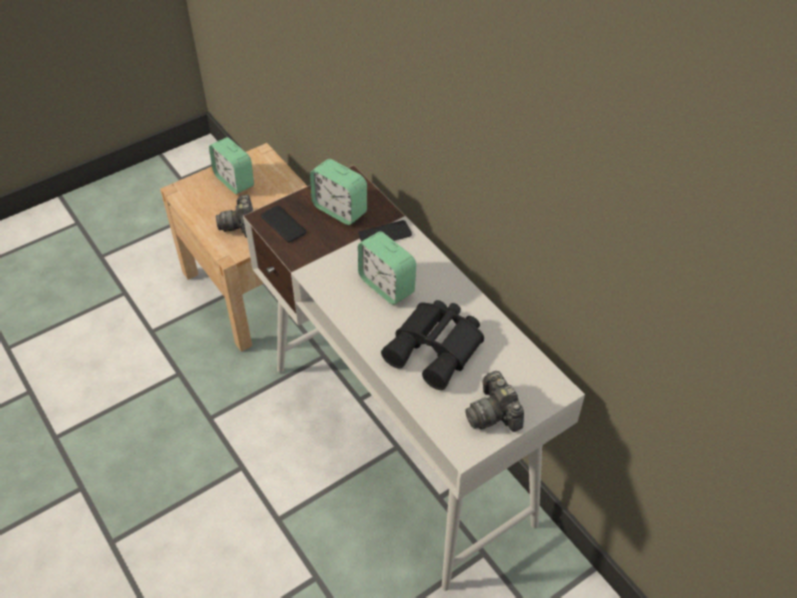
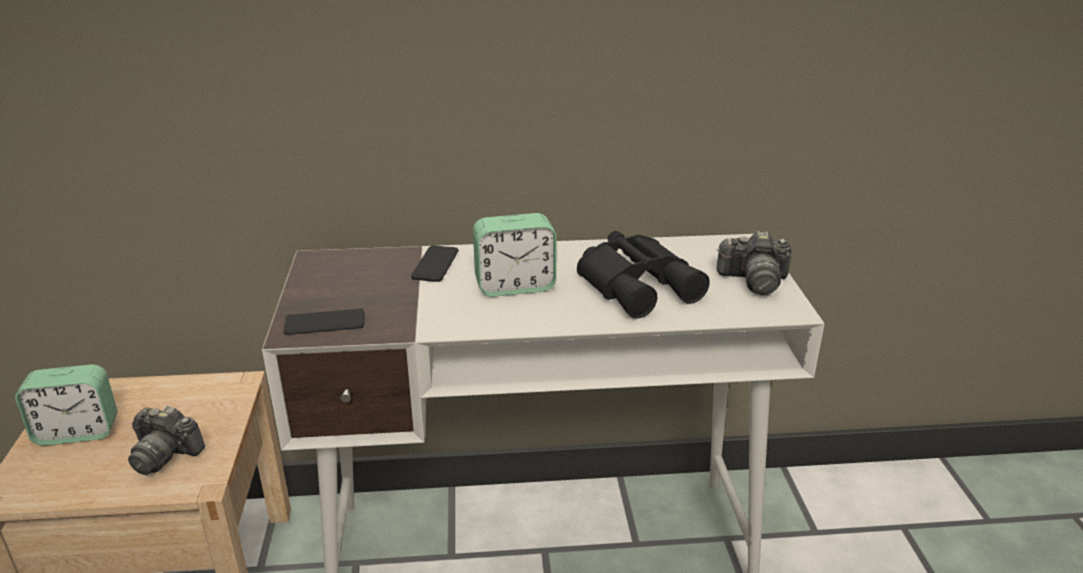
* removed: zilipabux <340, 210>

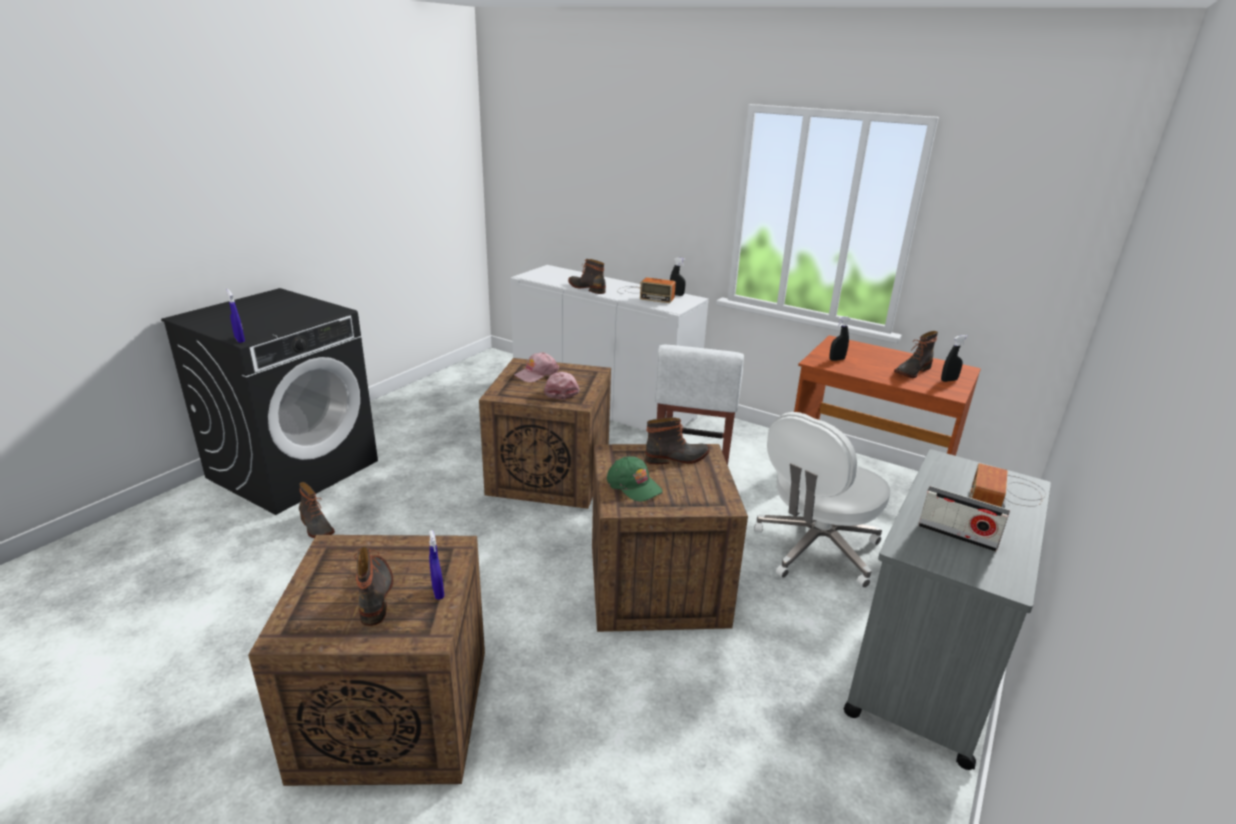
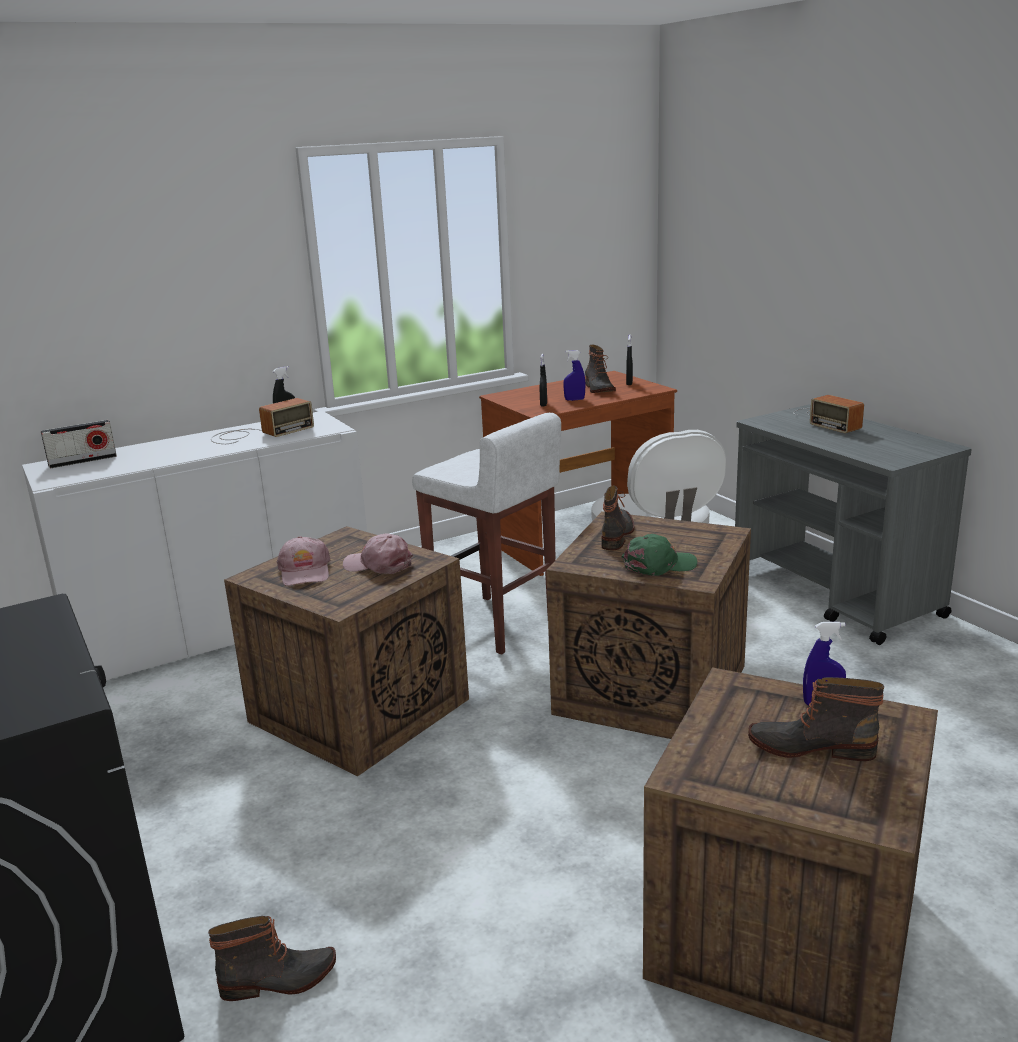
* removed: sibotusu <587, 288>
* moved: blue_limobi <240, 340> to <574, 399>
* moved: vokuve <957, 535> to <83, 461>

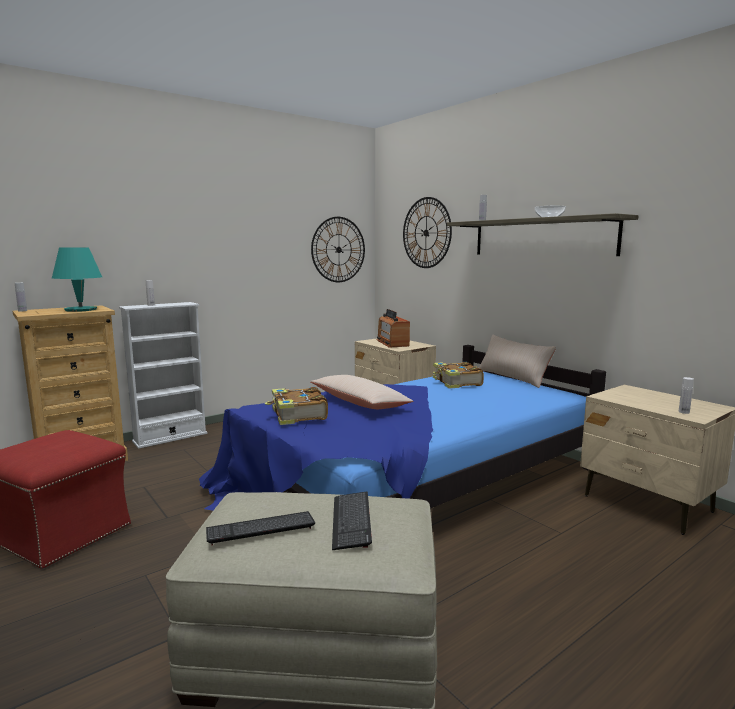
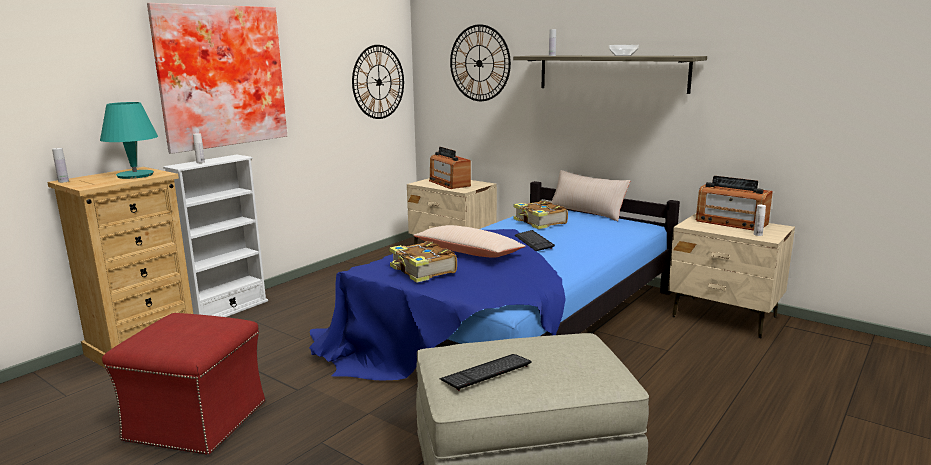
* added: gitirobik <220, 76>
* added: vokuve <731, 222>
* moved: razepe <351, 521> to <534, 242>

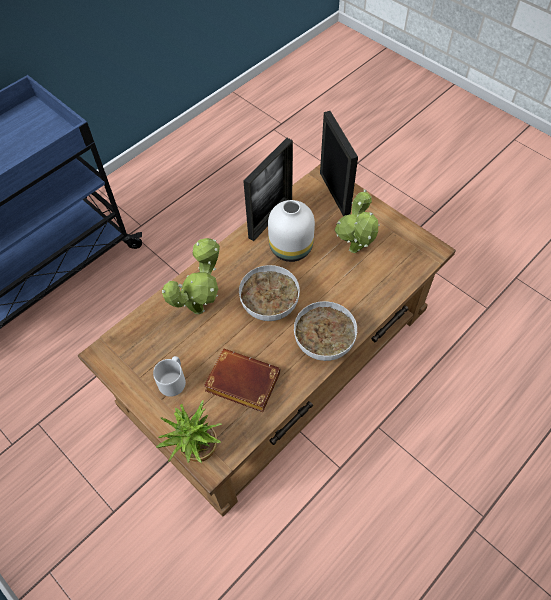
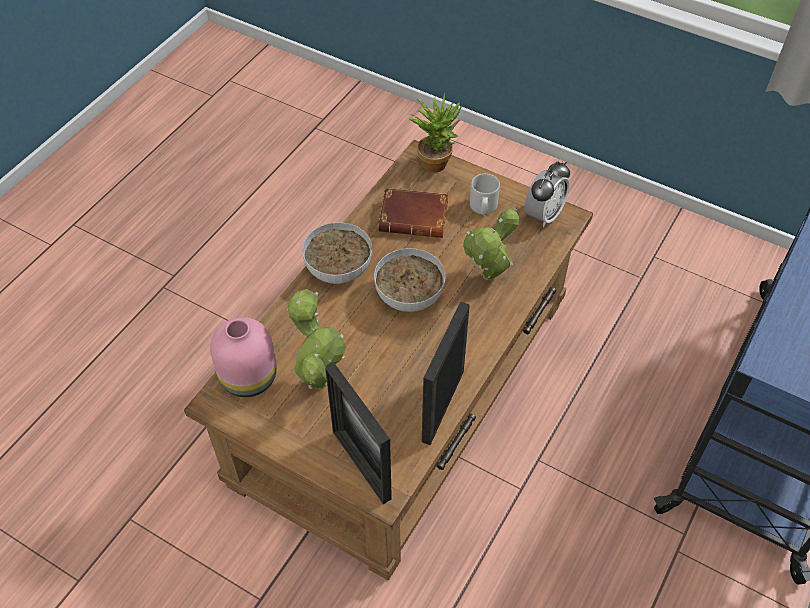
* removed: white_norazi <289, 248>
* added: pink_norazi <247, 378>
* added: zilipabux <544, 215>

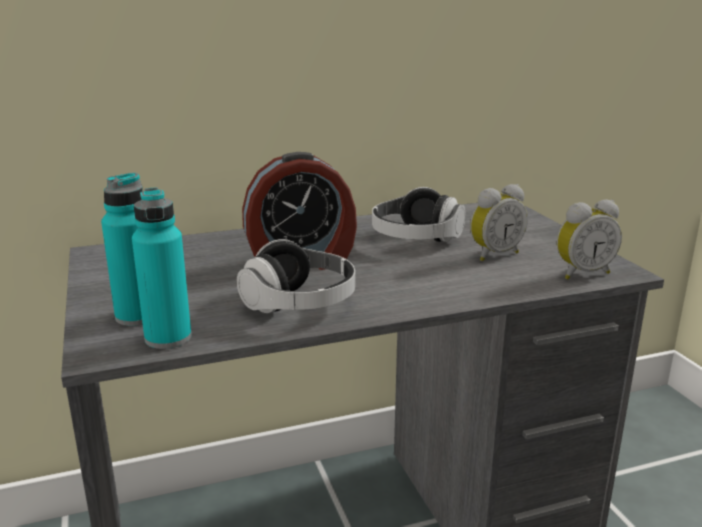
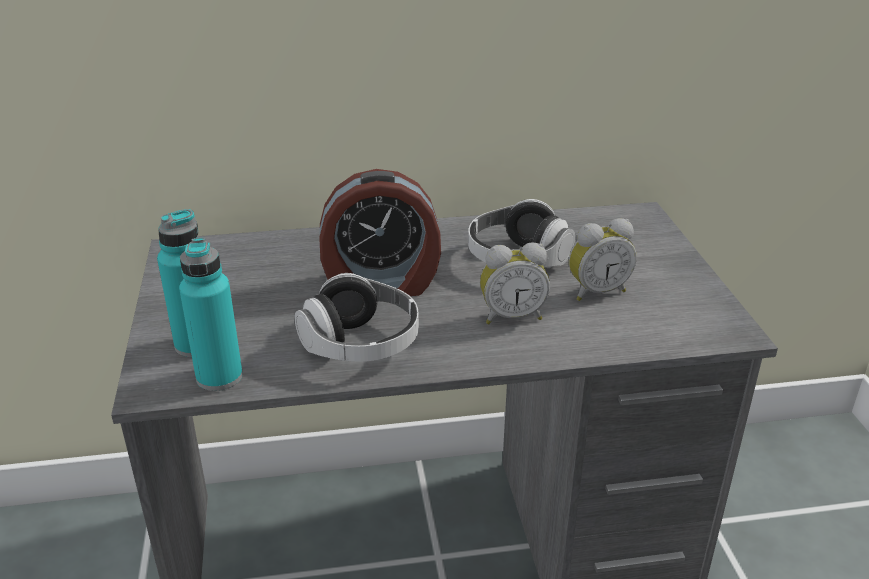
* moved: zilipabux <581, 273> to <511, 316>

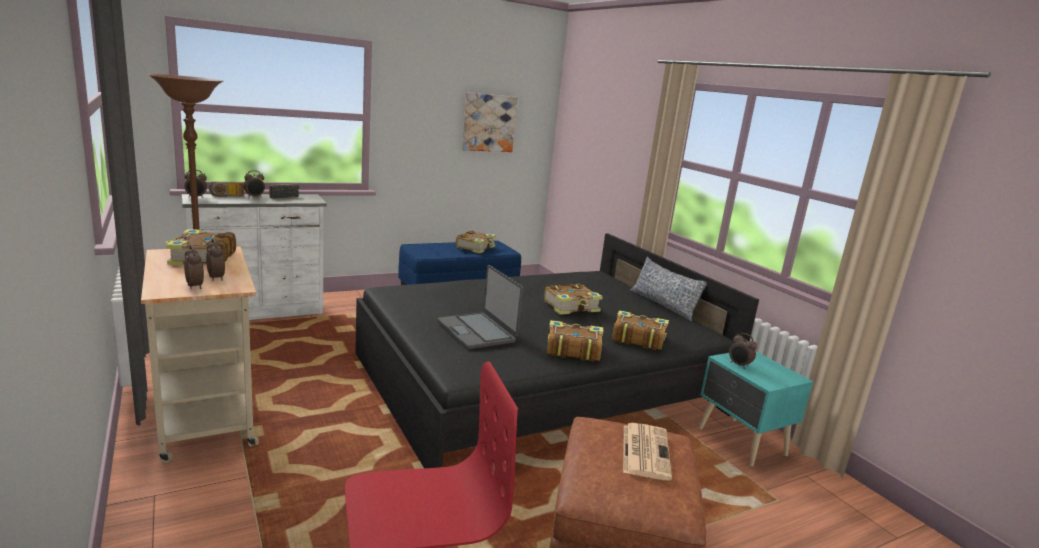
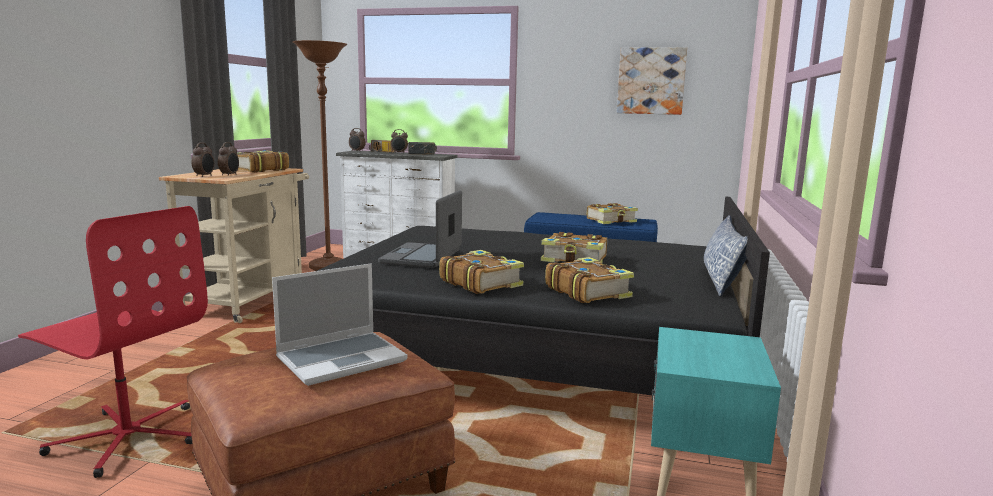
* removed: zilipabux <739, 365>
* replaced: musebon <645, 451> to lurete <342, 359>

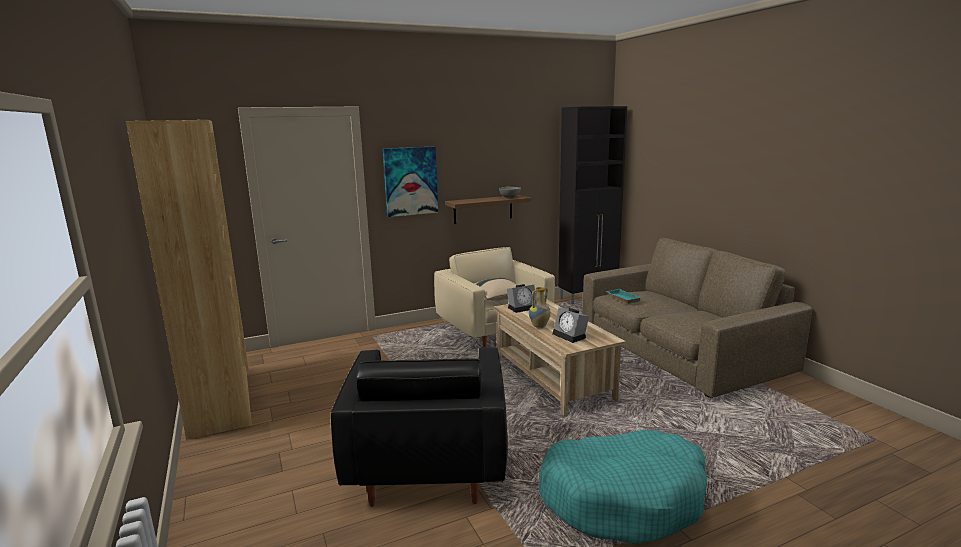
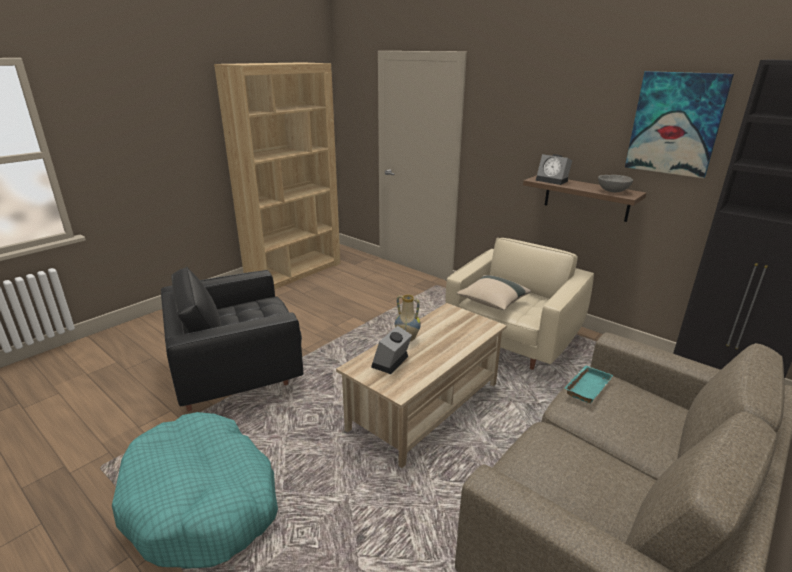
* moved: gitirobik <410, 181> to <675, 124>
* moved: zilipabux <522, 307> to <553, 181>

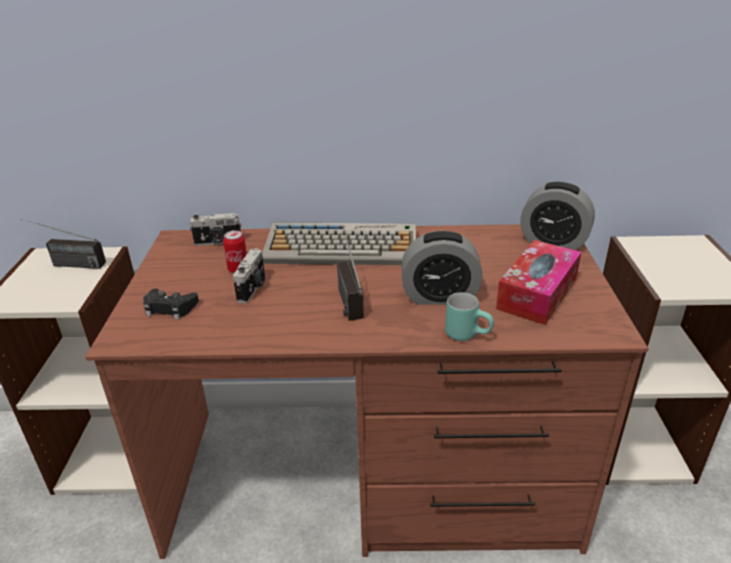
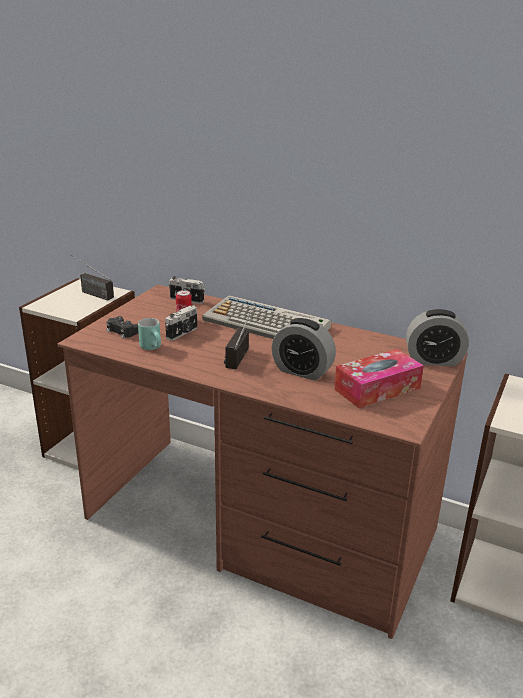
* moved: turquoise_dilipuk <468, 334> to <153, 348>
* turned: zilipabux <553, 241> = <433, 360> 45 degrees counterclockwise

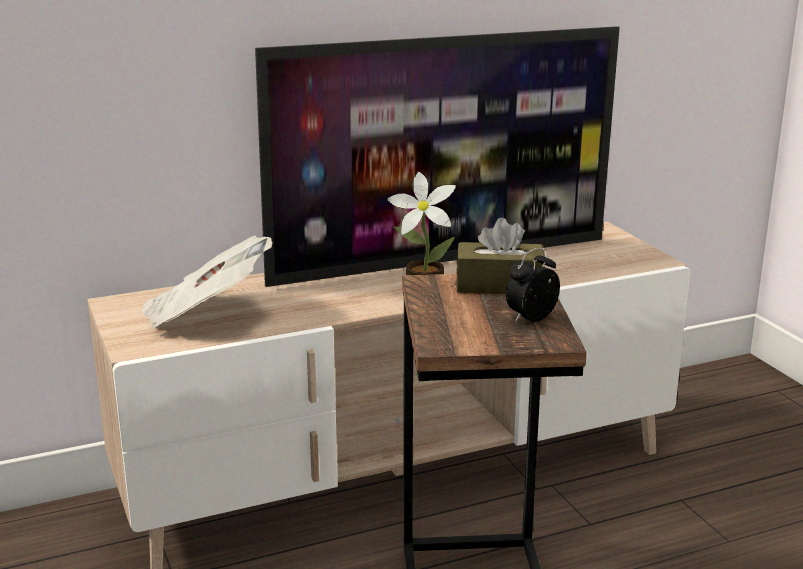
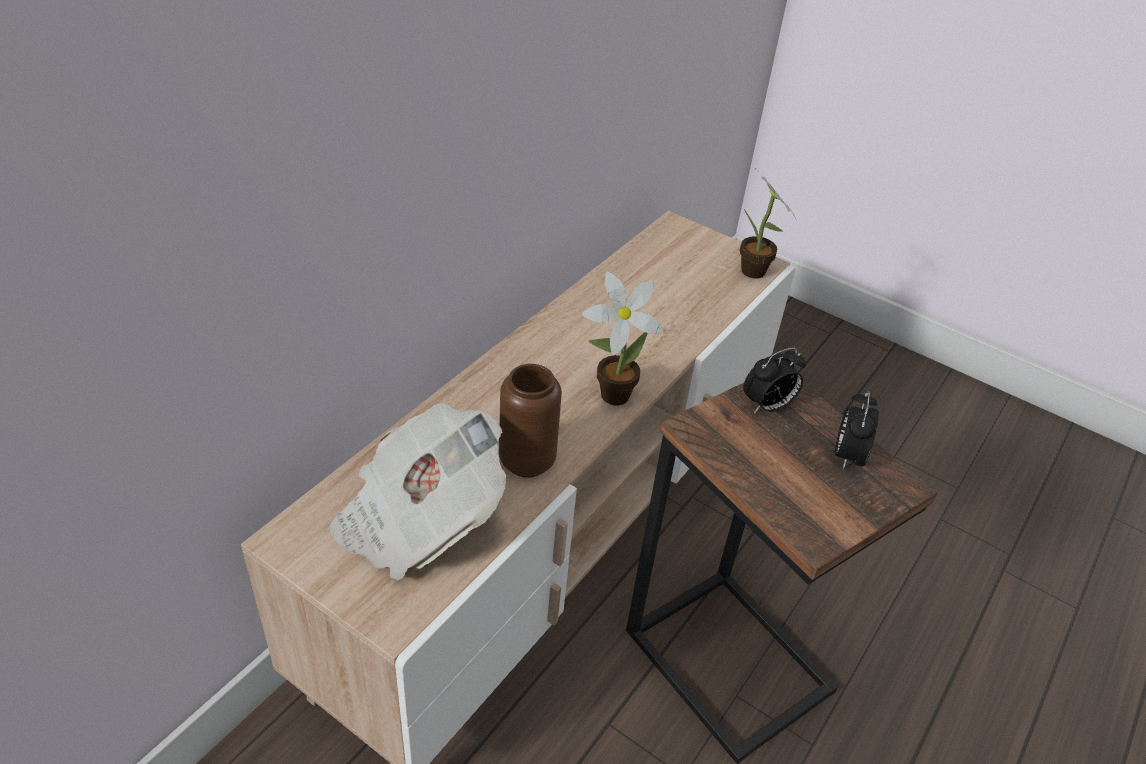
* removed: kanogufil <441, 260>
* added: brown_norazi <527, 461>
* added: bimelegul <753, 274>
* replaced: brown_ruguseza <499, 285> to zilipabux <767, 406>

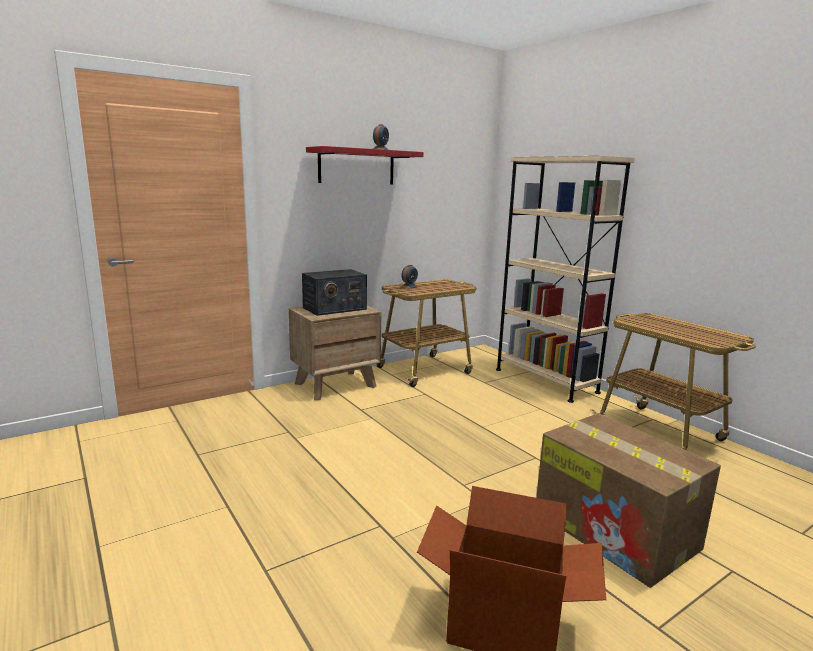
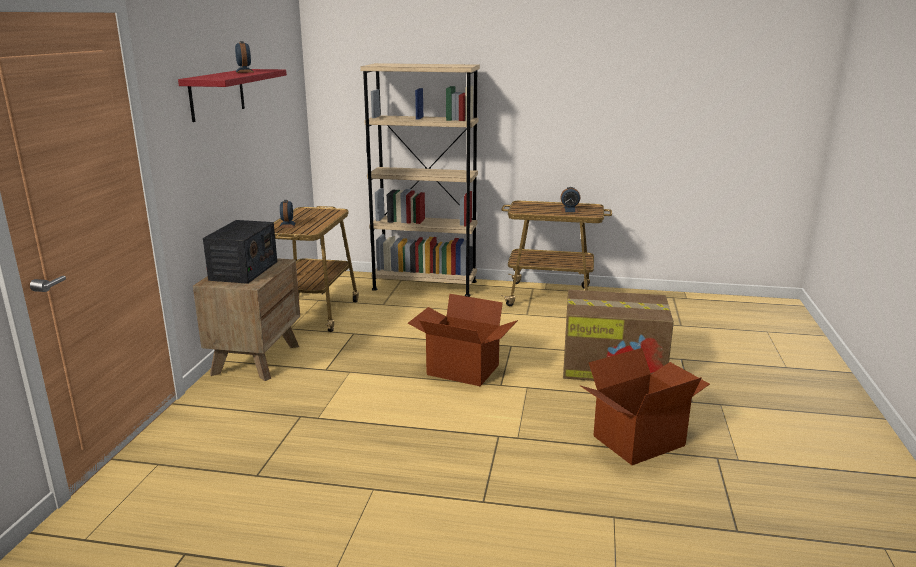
* added: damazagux <462, 370>
* added: zilipabux <569, 210>

